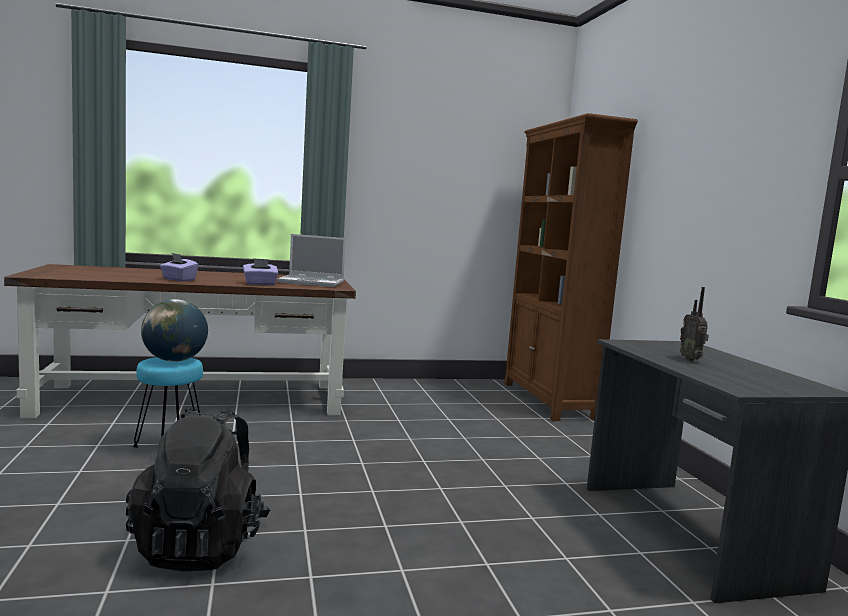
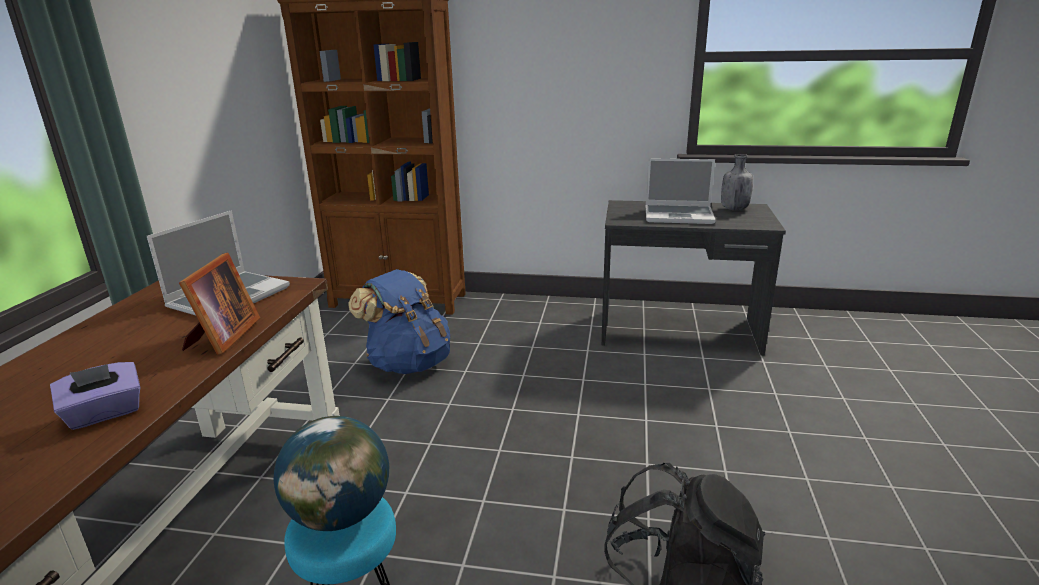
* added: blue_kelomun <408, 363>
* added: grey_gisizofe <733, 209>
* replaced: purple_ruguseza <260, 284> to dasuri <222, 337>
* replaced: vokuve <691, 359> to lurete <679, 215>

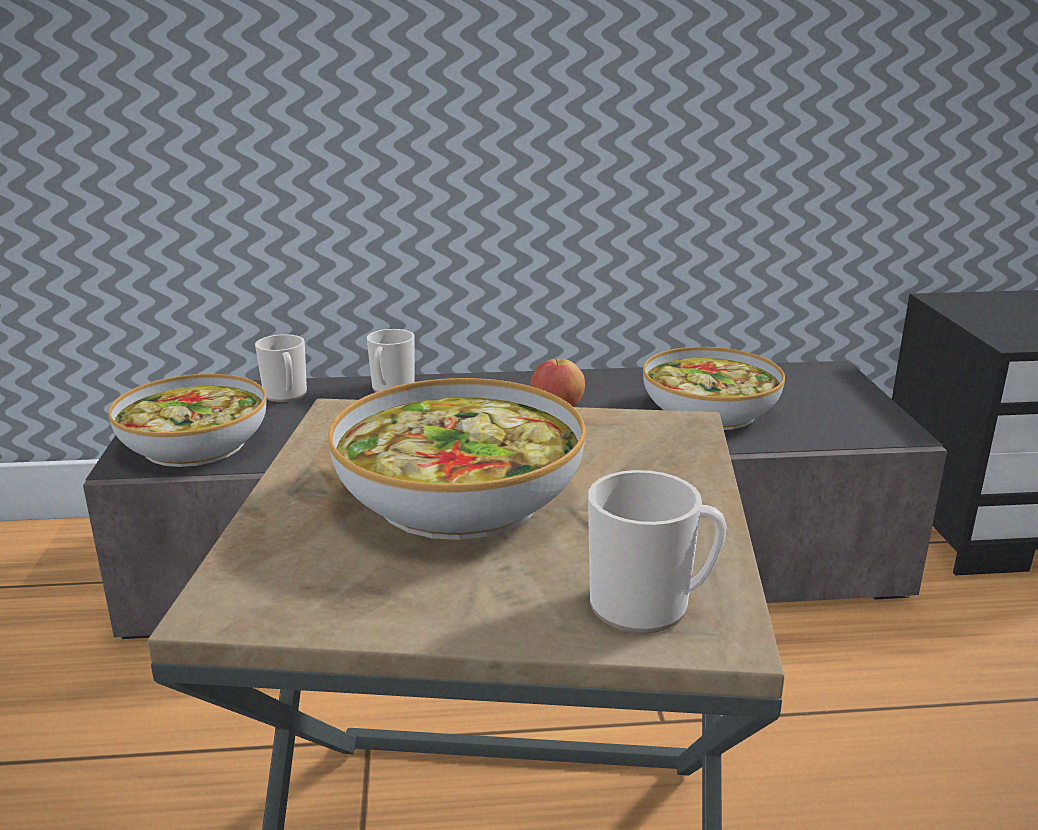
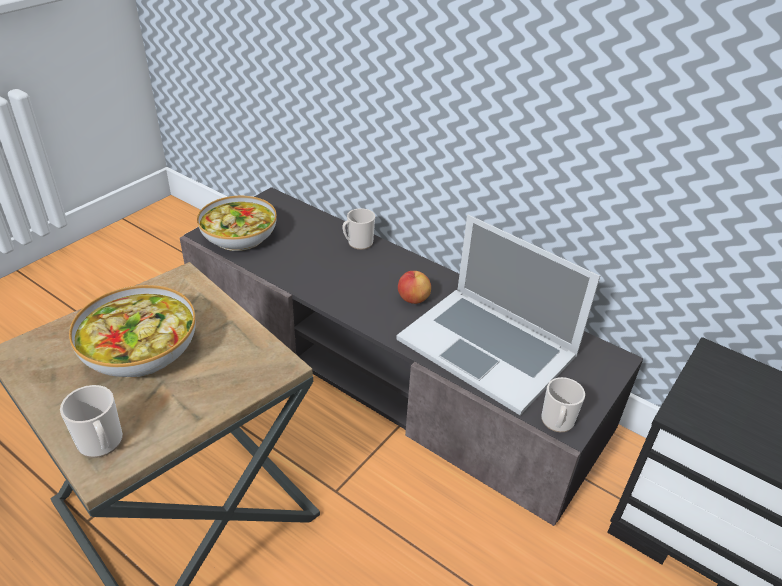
* moved: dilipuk <286, 395> to <557, 423>
* replaced: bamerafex <710, 411> to lurete <487, 346>

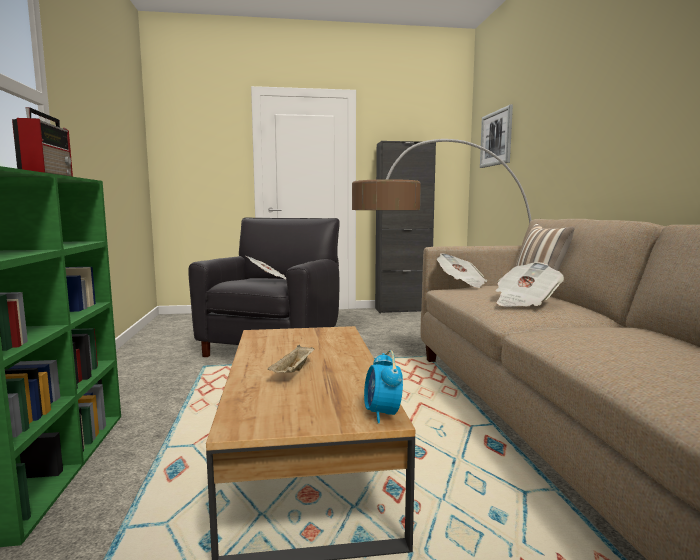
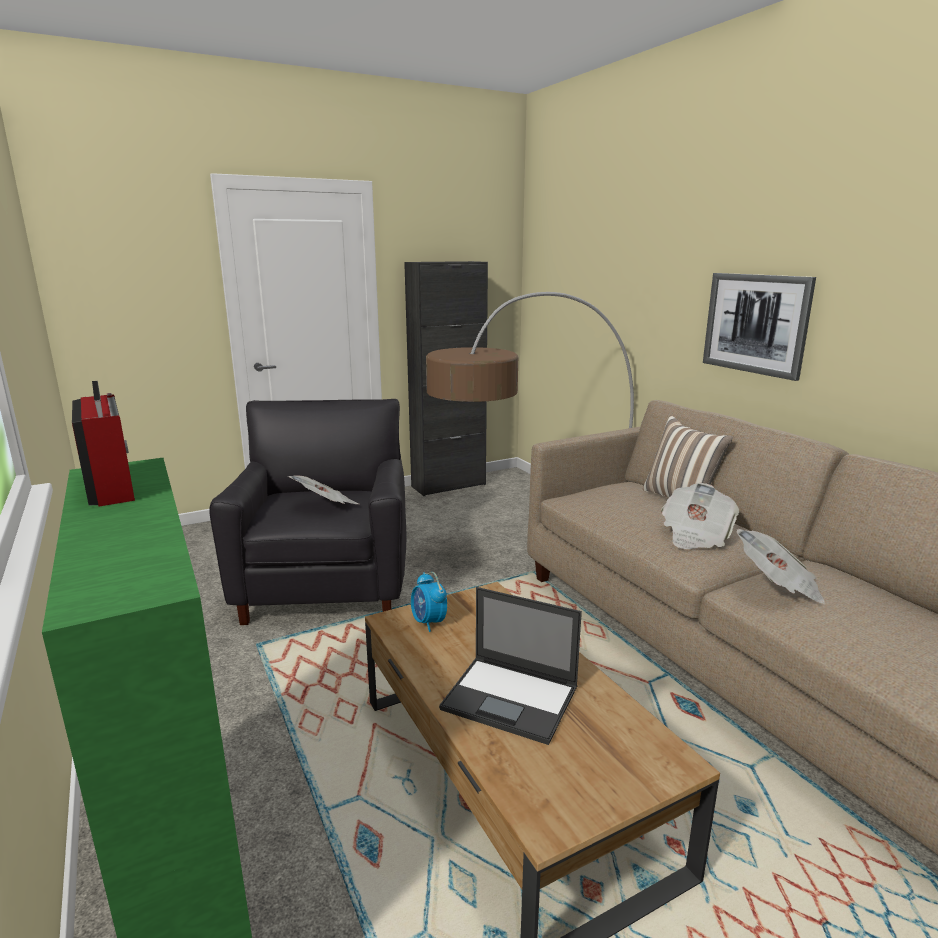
* moved: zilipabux <382, 414> to <428, 622>
* moved: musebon <461, 284> to <777, 586>
* moved: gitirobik <496, 138> to <755, 323>
* replaced: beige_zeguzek <293, 372> to lurete <511, 698>

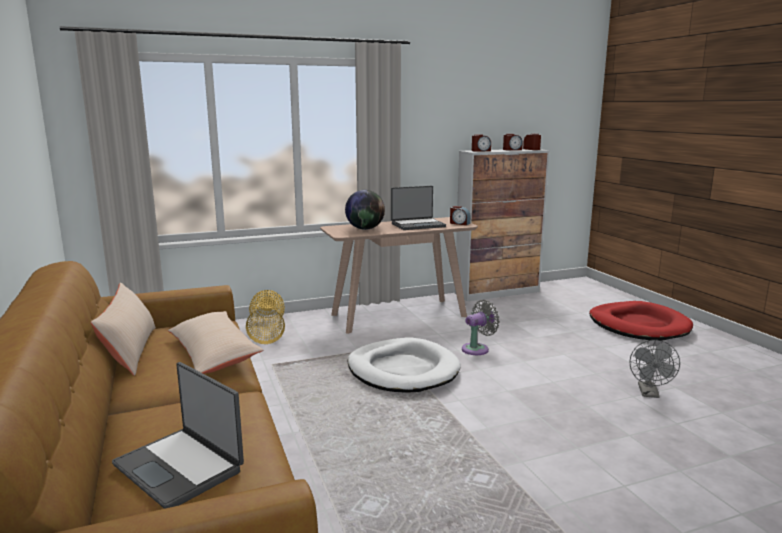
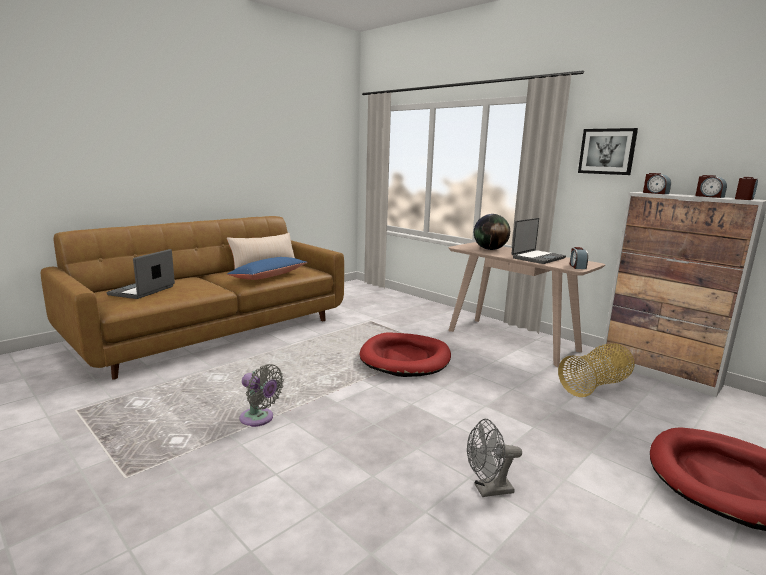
* added: gitirobik <607, 151>
* moved: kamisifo <267, 331> to <595, 386>
* moved: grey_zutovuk <477, 349> to <259, 419>
* recoloured: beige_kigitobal <213, 353> to blue_kigitobal <269, 276>
* recoloured: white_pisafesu <403, 370> to red_pisafesu <405, 358>
* turned: lurete <417, 225> = <537, 258> 90 degrees counterclockwise

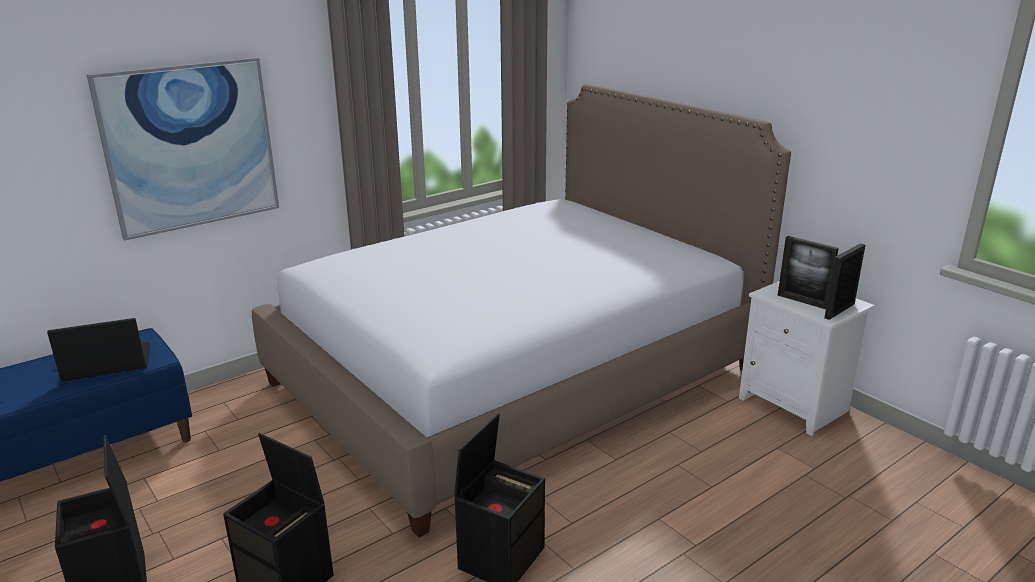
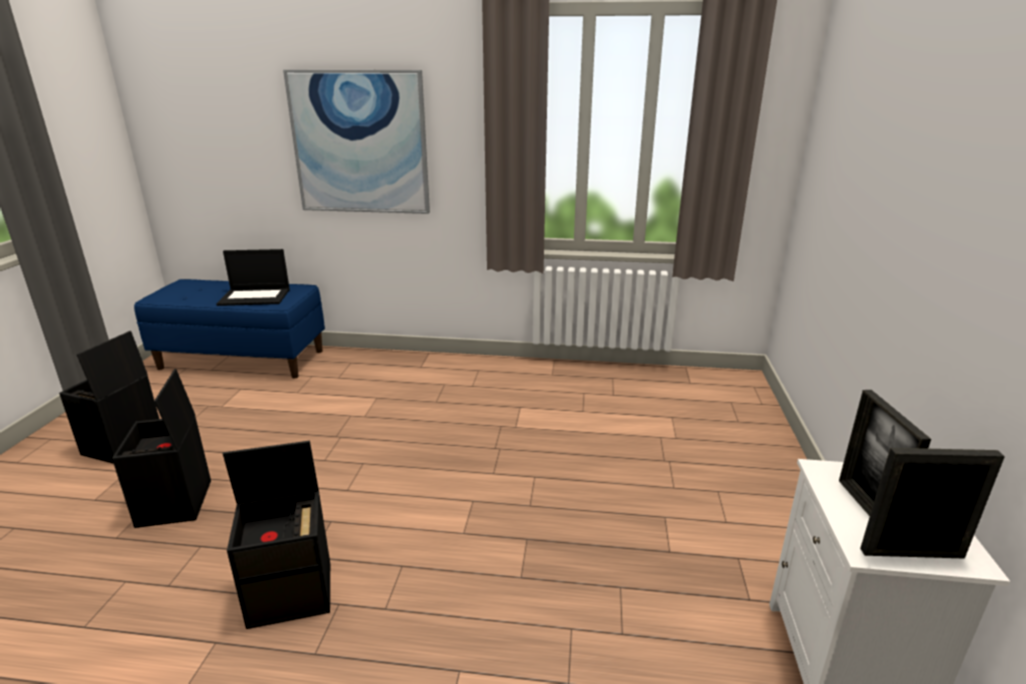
* removed: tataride <516, 376>
* turned: lurete <105, 363> = <255, 297> 150 degrees clockwise

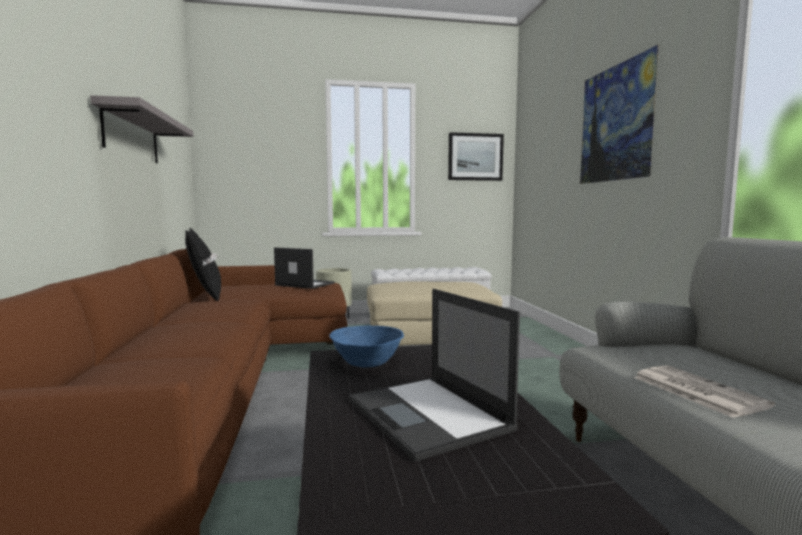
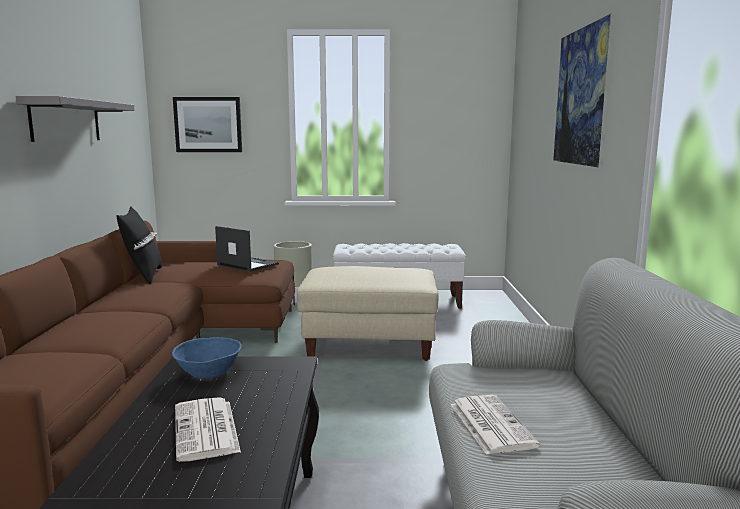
* moved: gitirobik <475, 157> to <208, 124>
* replaced: lurete <429, 415> to musebon <206, 430>

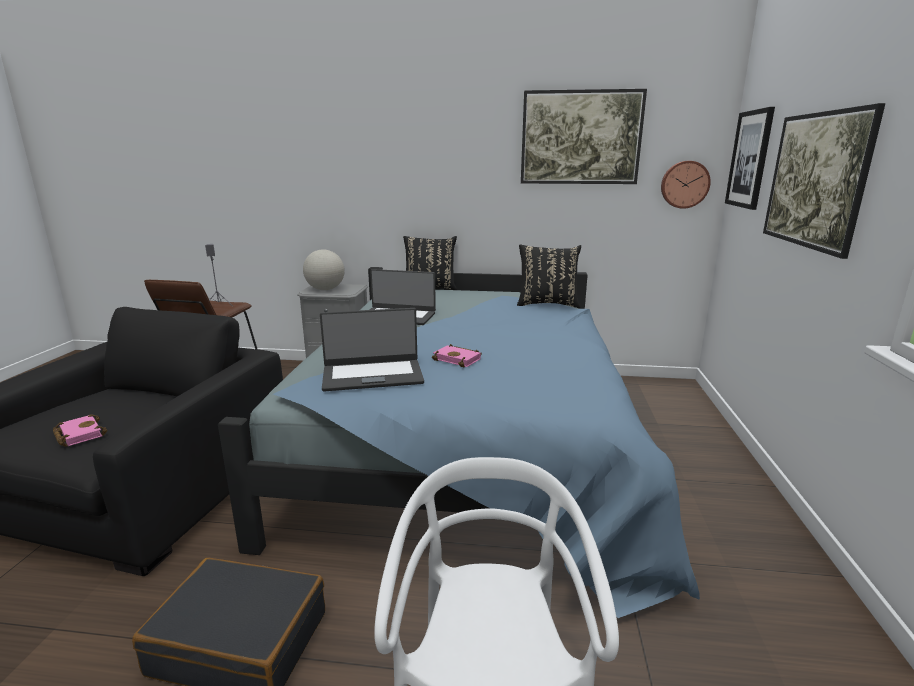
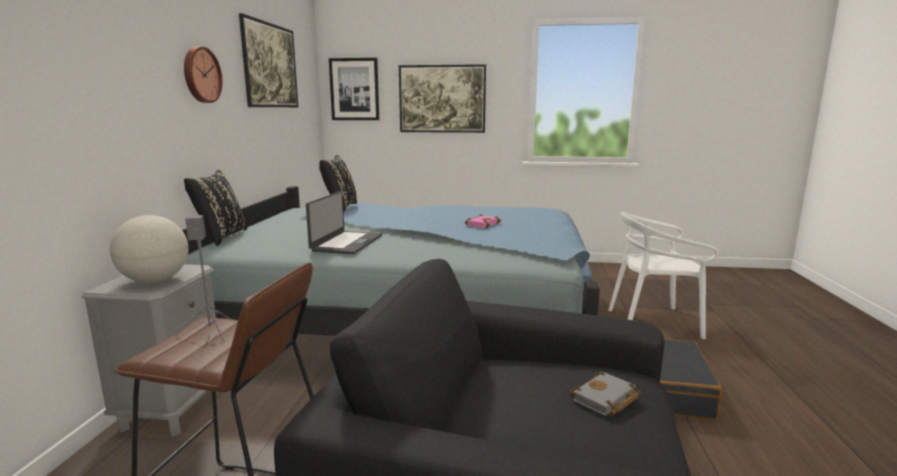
* removed: lurete <372, 375>
* moved: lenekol <684, 184> to <200, 75>
* recoloured: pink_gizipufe <78, 434> to grey_gizipufe <605, 400>

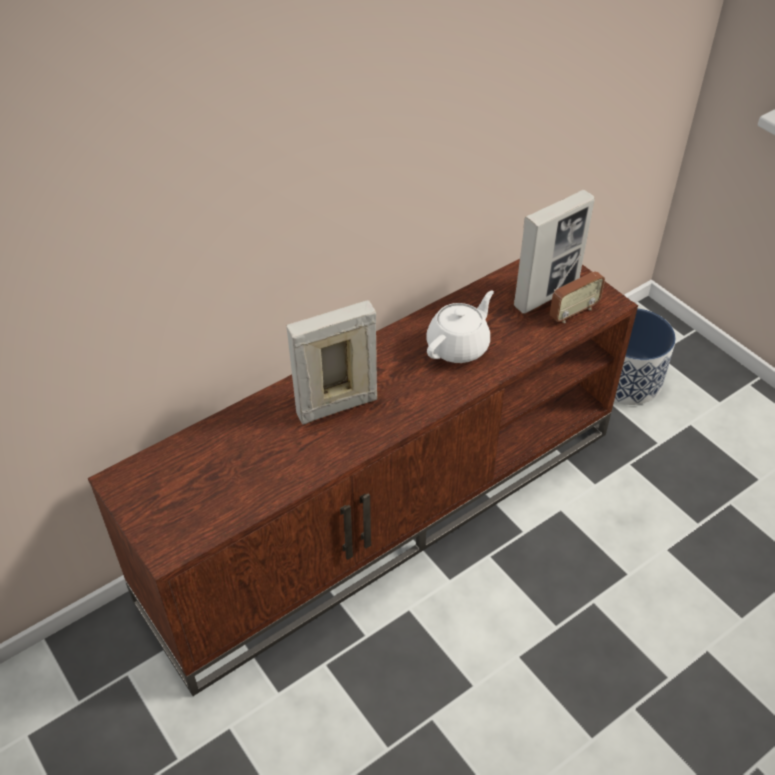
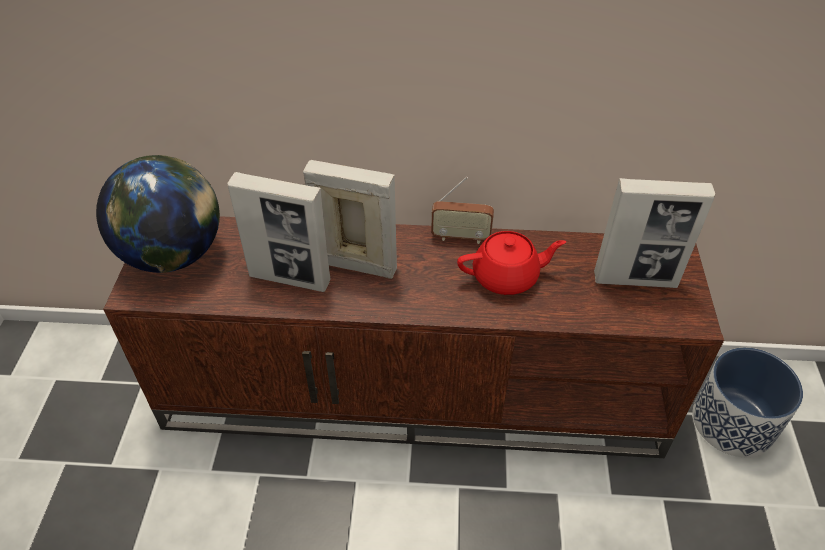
* added: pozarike <174, 255>
* added: dasuri <290, 278>
* moved: vokuve <573, 312> to <461, 237>
* recoloured: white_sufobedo <459, 346> to red_sufobedo <506, 277>

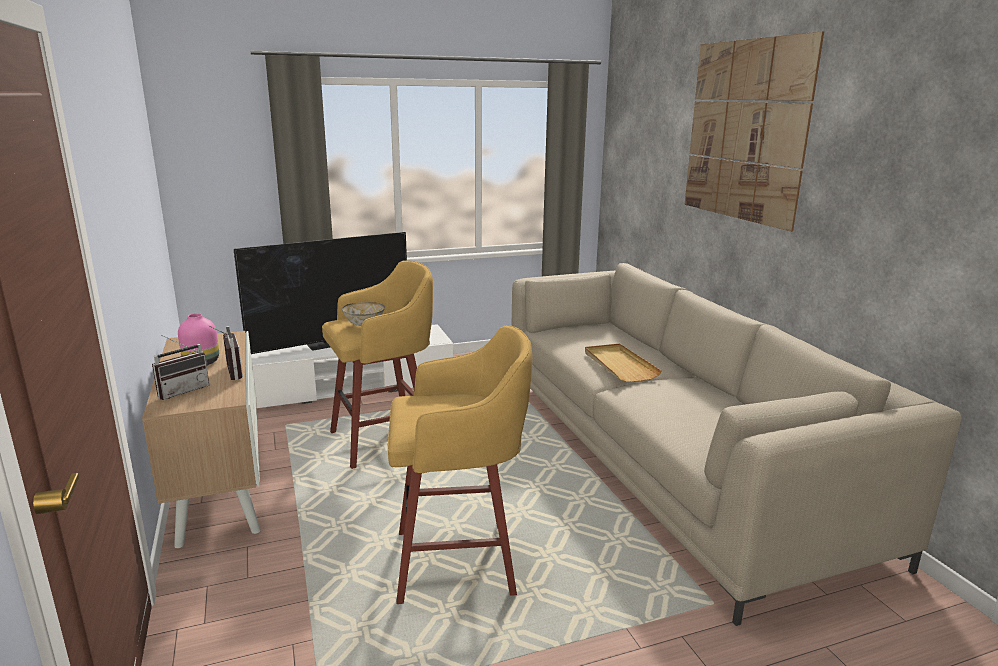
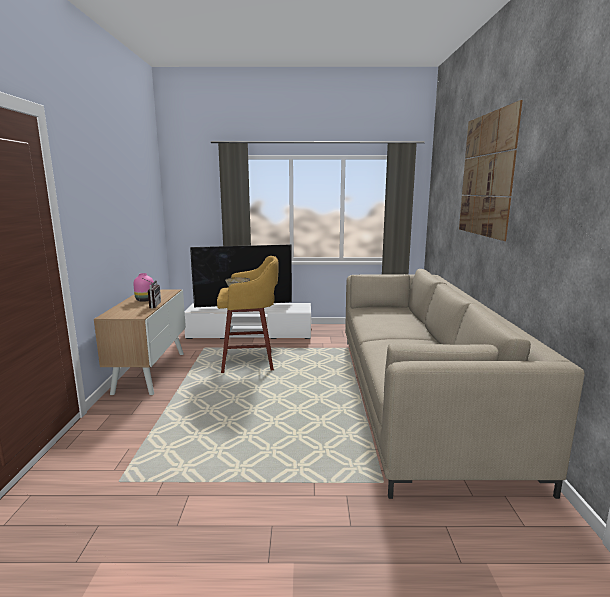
* removed: vokuve <182, 390>
* removed: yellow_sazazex <459, 562>
* removed: beige_zeguzek <619, 365>

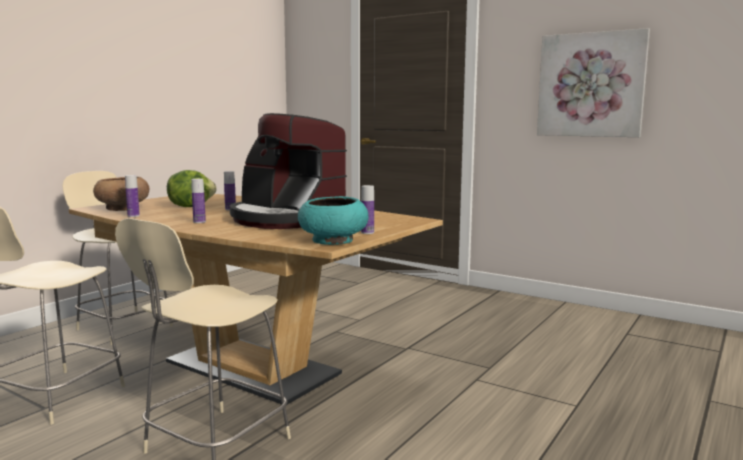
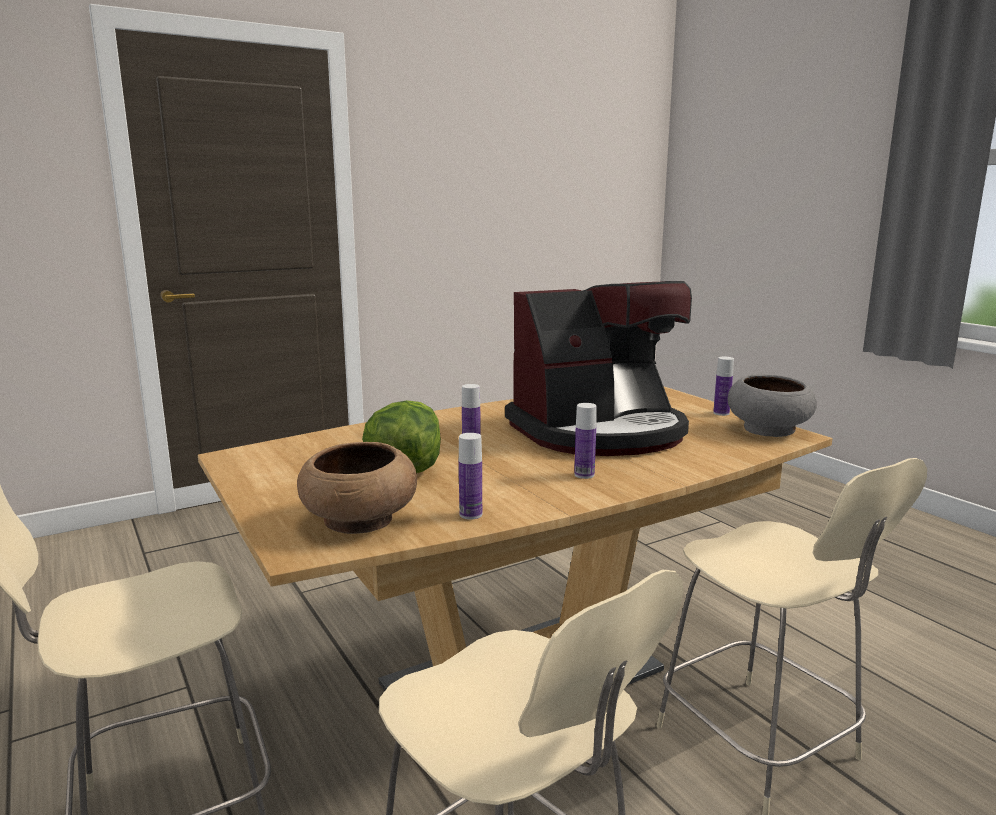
* removed: gitirobik <591, 85>
* recoloured: turquoise_bamerafex <333, 241> to grey_bamerafex <769, 430>

